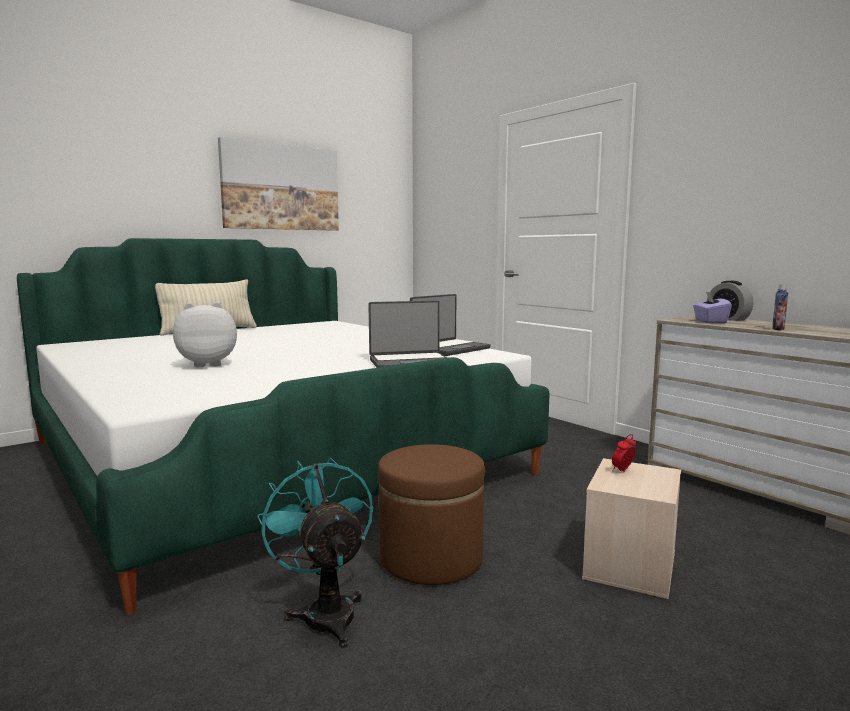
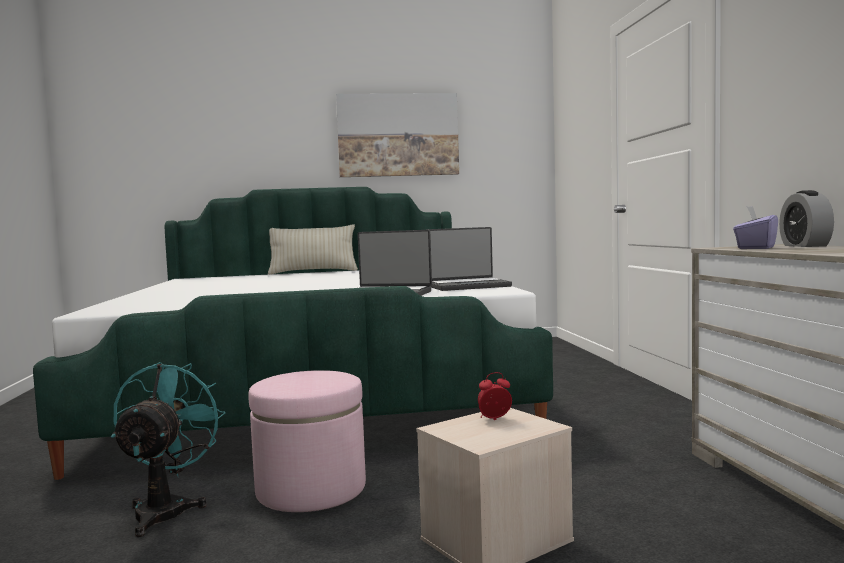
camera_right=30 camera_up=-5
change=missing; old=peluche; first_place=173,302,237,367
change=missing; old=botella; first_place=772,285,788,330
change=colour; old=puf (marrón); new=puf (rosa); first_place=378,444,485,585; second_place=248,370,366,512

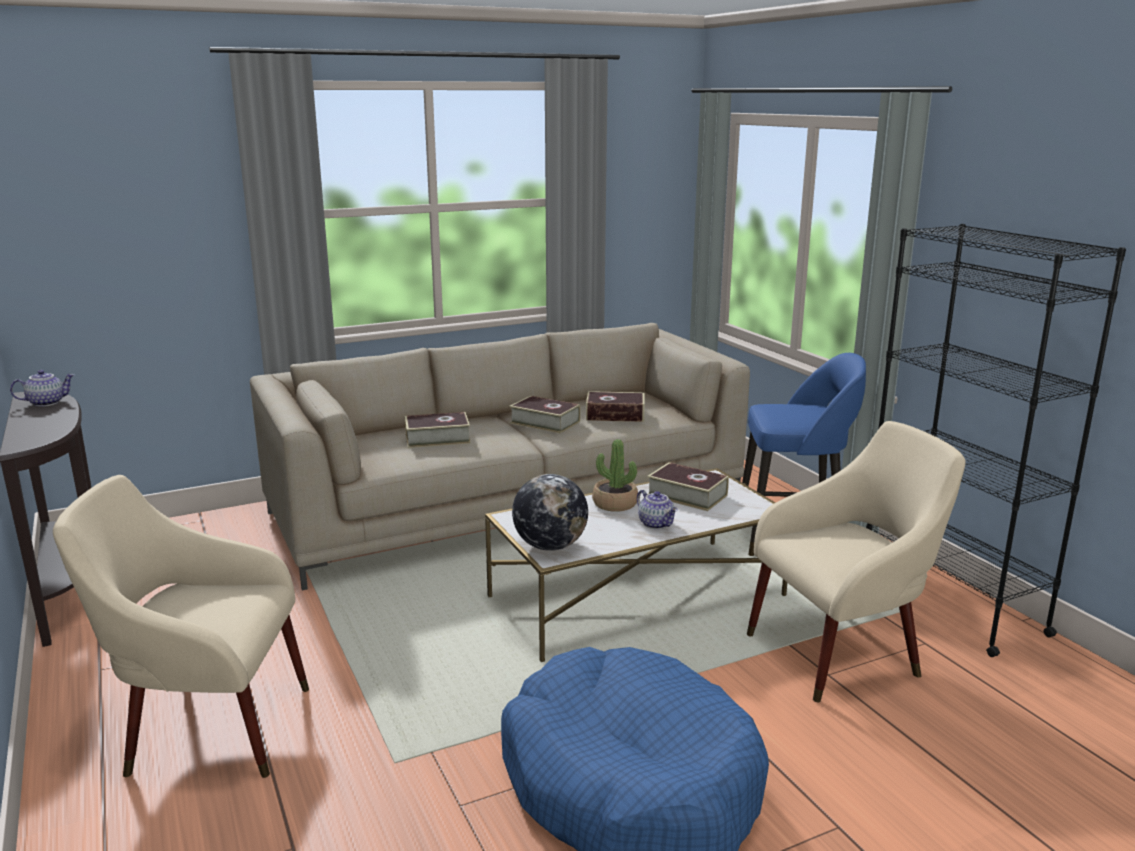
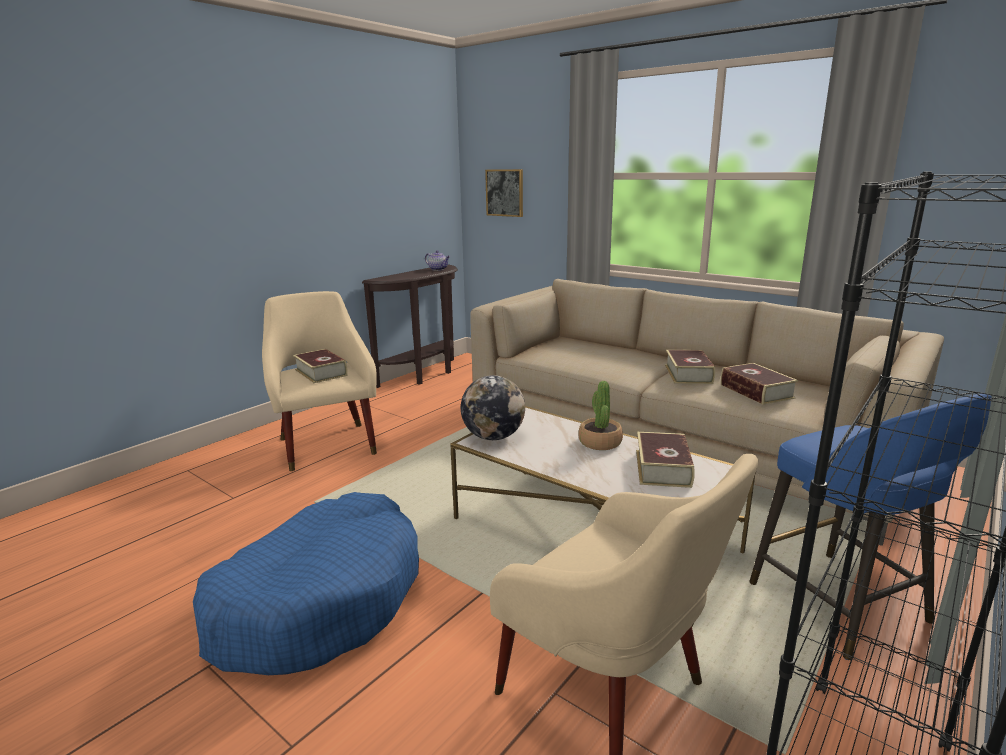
camera_right=65 camera_up=0
change=missing; old=tetera; first_place=637,490,678,529
change=appeared; new=cuadro; second_place=485,169,523,217
change=relocated; old=libro; first_place=405,412,471,448; second_place=293,349,348,383

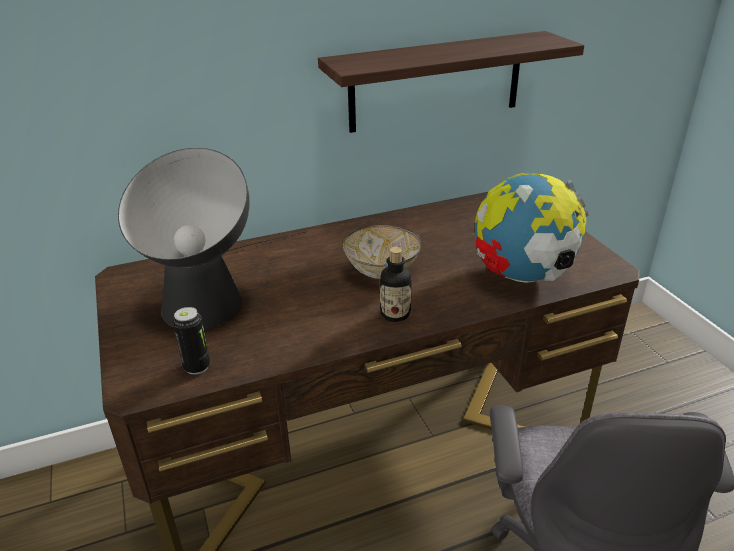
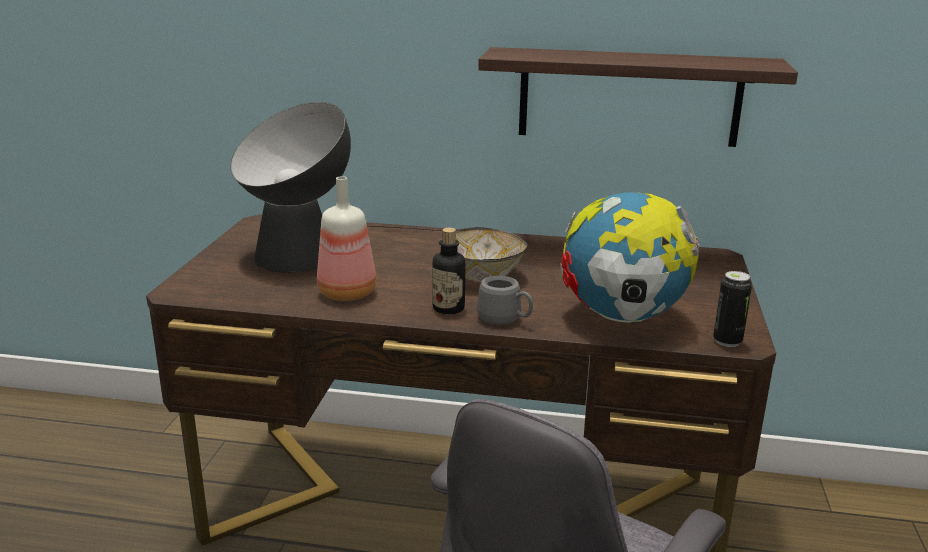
camera_right=30 camera_up=-10
change=appeared; new=botella; second_place=317,176,376,301
change=appeared; new=taza grande (gris); second_place=477,276,533,325
change=relocated; old=lata; first_place=173,307,210,375; second_place=713,271,752,347

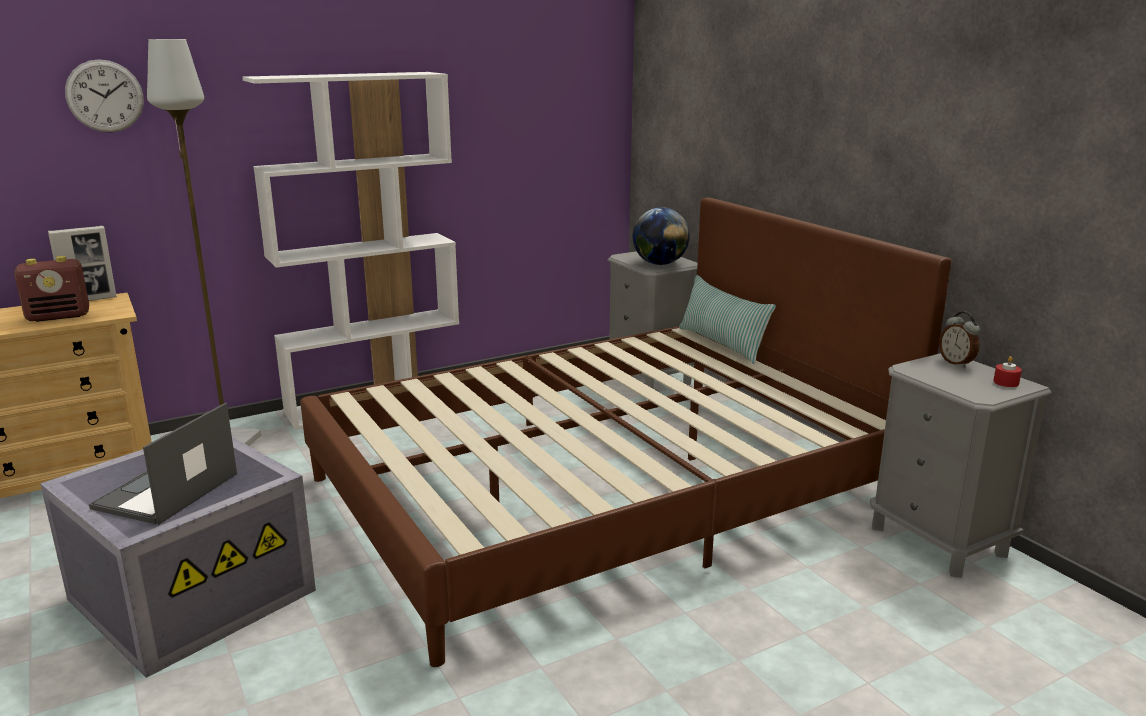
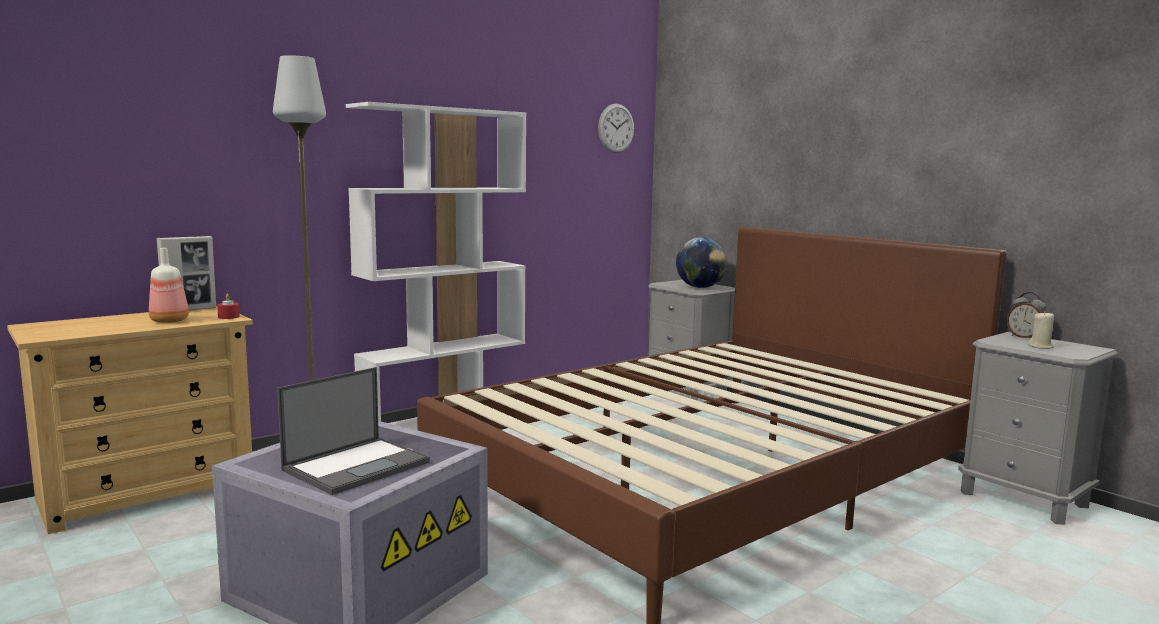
camera_right=-10 camera_up=-10
change=missing; old=cojín; first_place=679,275,776,364
change=appeared; new=vela (beis); second_place=1028,311,1054,349
change=relocated; old=reloj de pared; first_place=65,59,144,133; second_place=598,104,634,153
change=relocated; old=vela (rojo); first_place=993,356,1022,387; second_place=217,293,240,319
change=exchanged; old=radio; new=botella; first_place=14,256,89,322; second_place=149,248,189,323
change=spun; old=portátil; first_place=89,403,237,525; second_place=277,367,430,495; degrees=-150

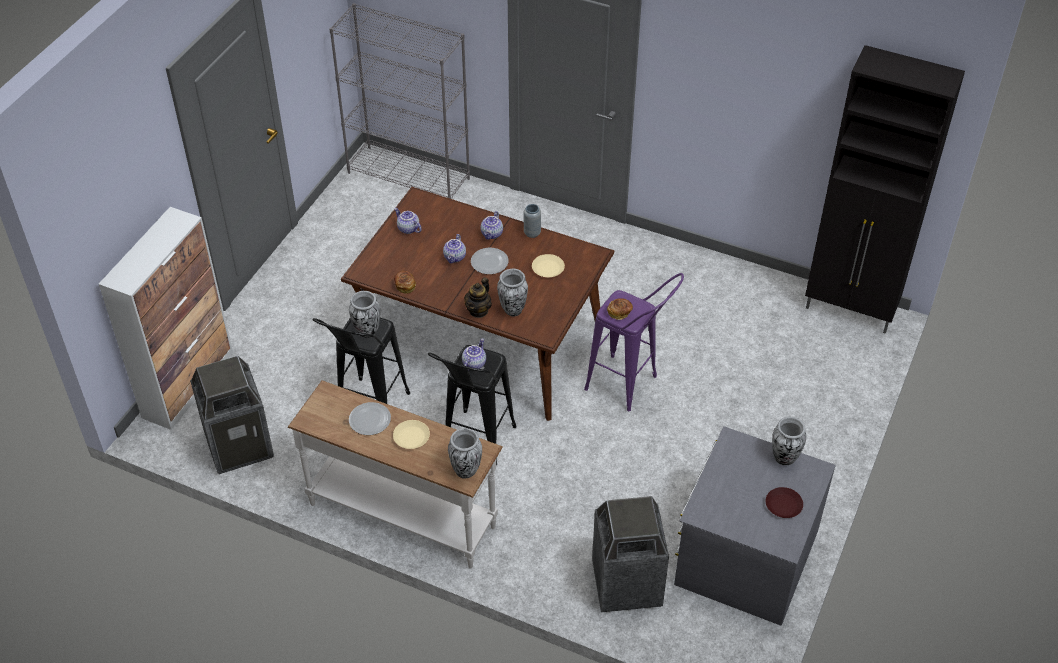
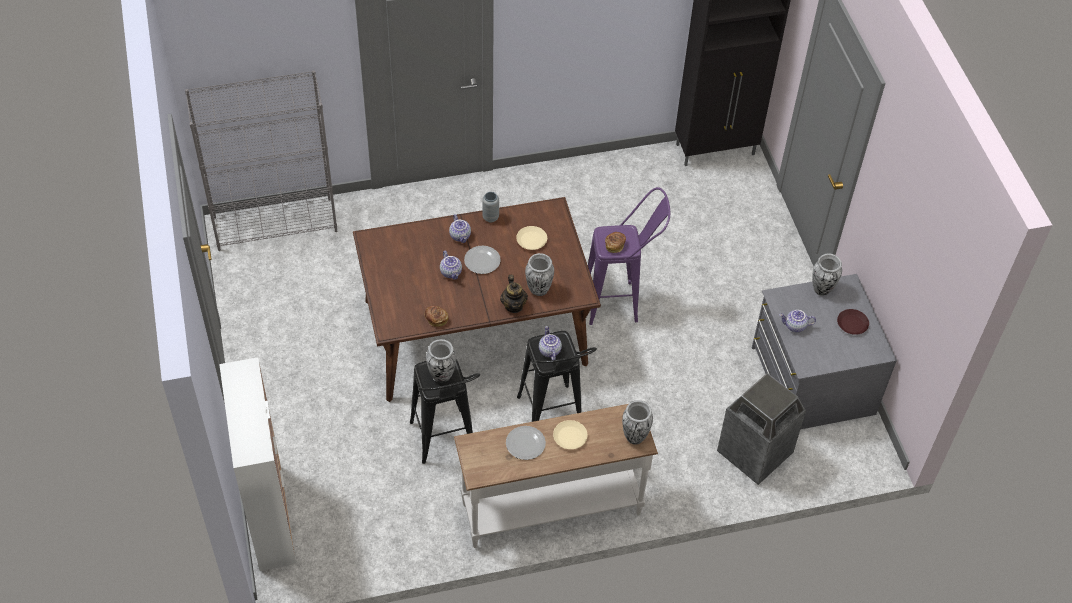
camera_right=-40 camera_up=5
change=missing; old=papelera; first_place=190,356,274,474
change=relocated; old=tetera; first_place=394,208,422,234; second_place=779,310,816,332

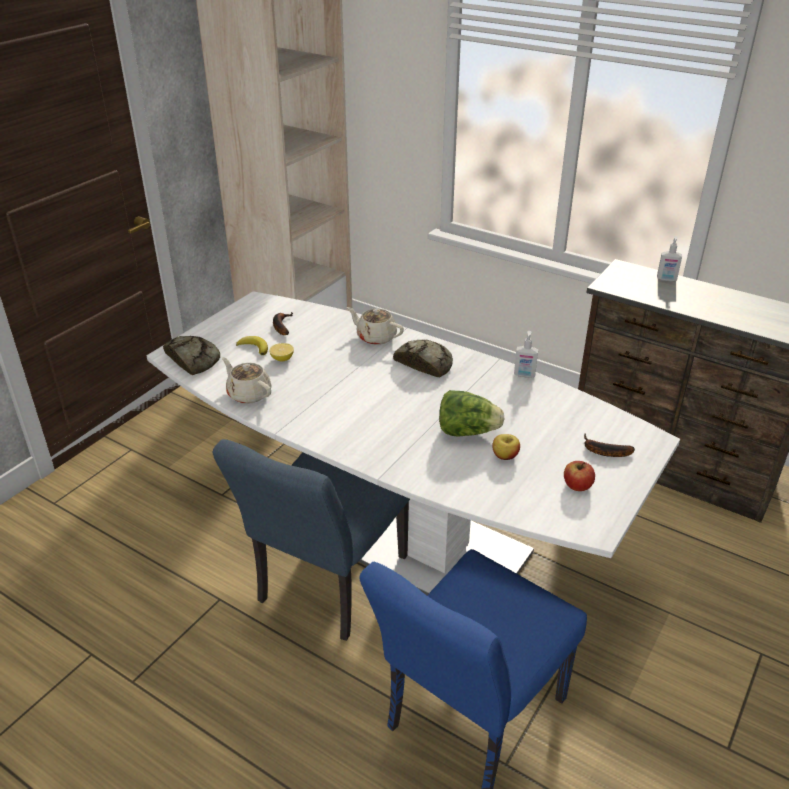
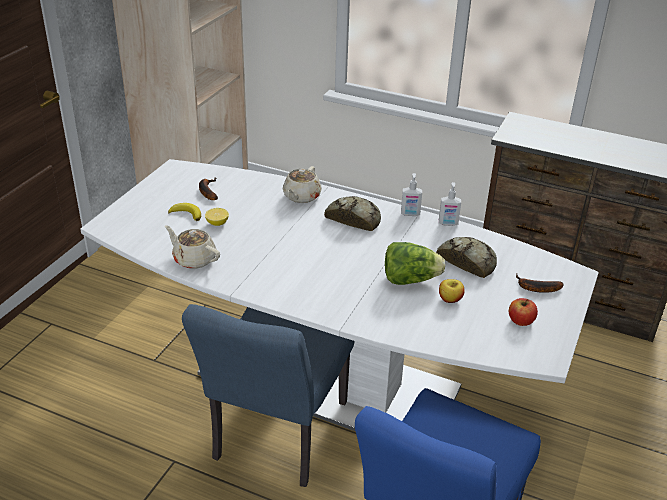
camera_right=-10 camera_up=0
change=relocated; old=pan; first_place=163,336,220,375; second_place=436,237,497,278
change=relocated; old=dispensador de jabón; first_place=657,236,682,282; second_place=401,173,422,216
change=spun; old=tetera (beis); first_place=347,307,404,345; second_place=283,166,322,203; degrees=-90

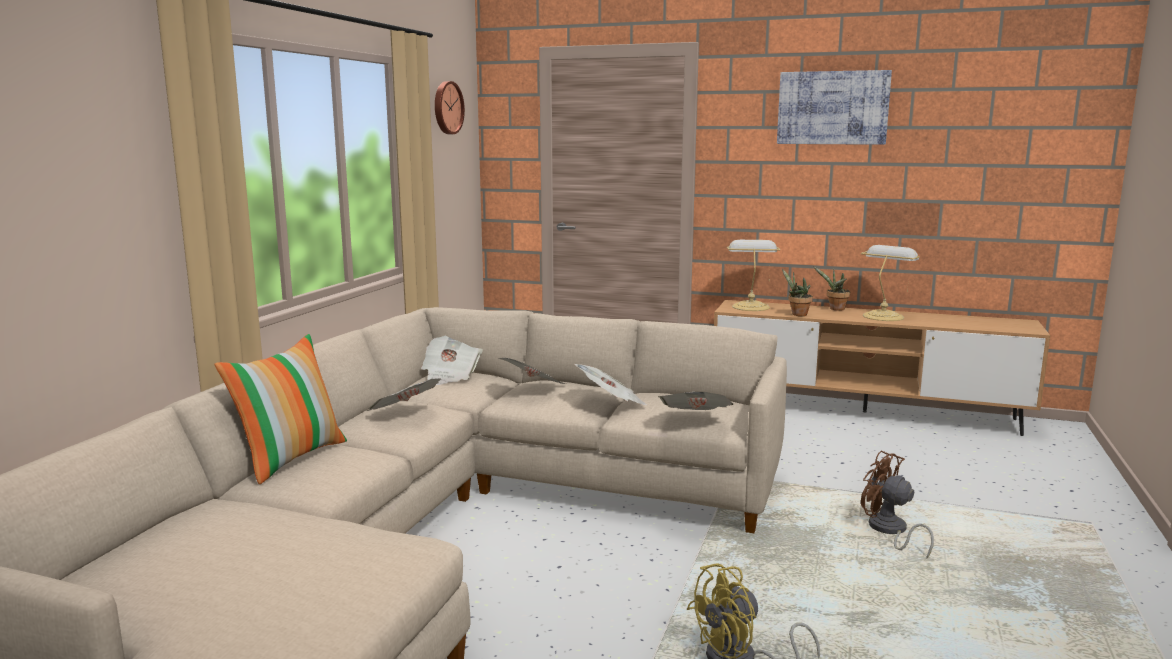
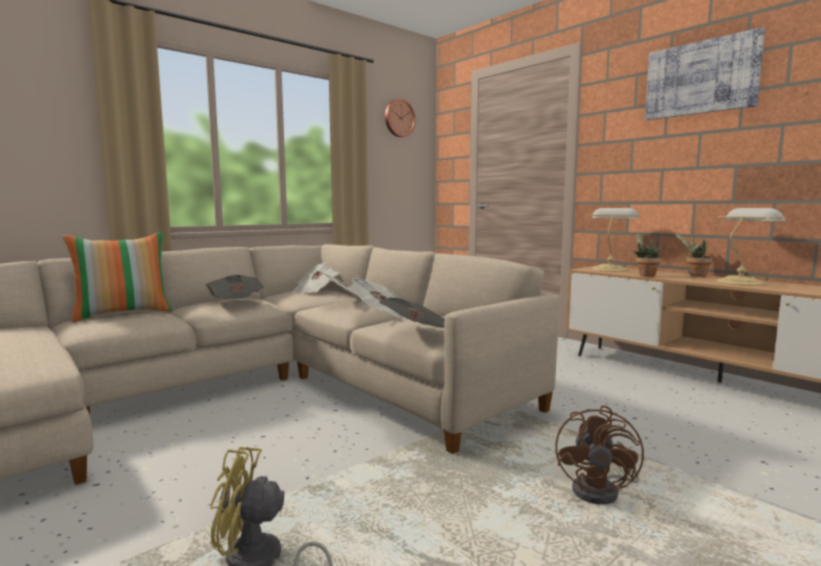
camera_right=30 camera_up=-5
change=spun; old=ventilador (marrón); first_place=861,450,934,558; second_place=555,406,644,504; degrees=-150

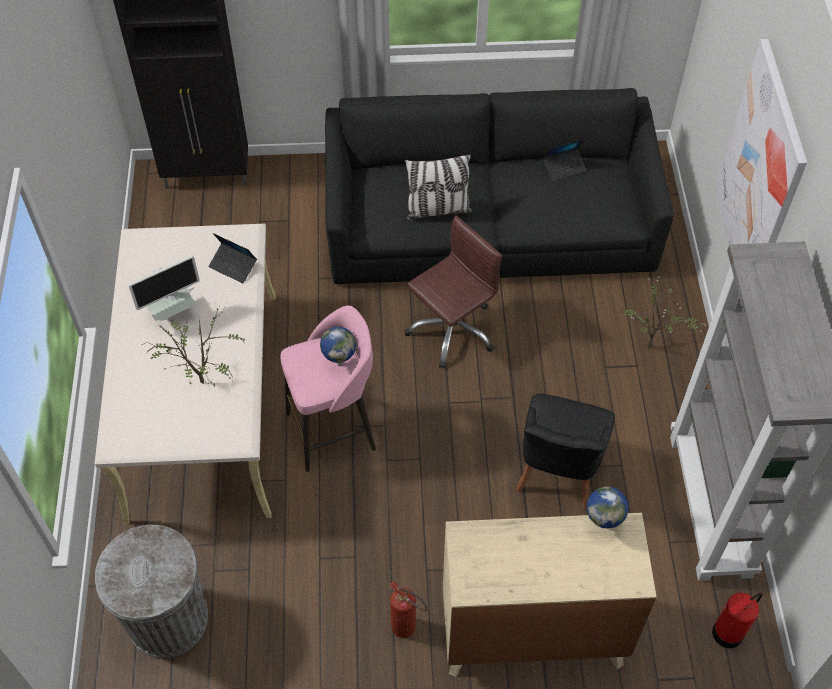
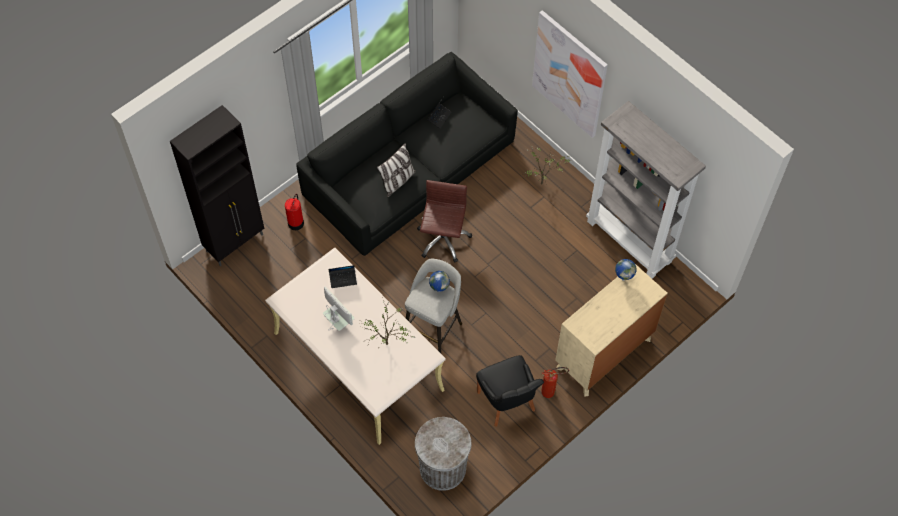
camera_right=-40 camera_up=5
change=relocated; old=silla (negro); first_place=516,394,615,510; second_place=476,355,544,427
change=relocated; old=extintor; first_place=712,592,762,648; second_place=285,194,304,230
change=colour; old=taburete (rosa); new=taburete (gris); first_place=281,305,376,472; second_place=405,259,462,353
change=spun; old=monitor; first_place=128,255,200,322; second_place=323,286,355,331; degrees=-60

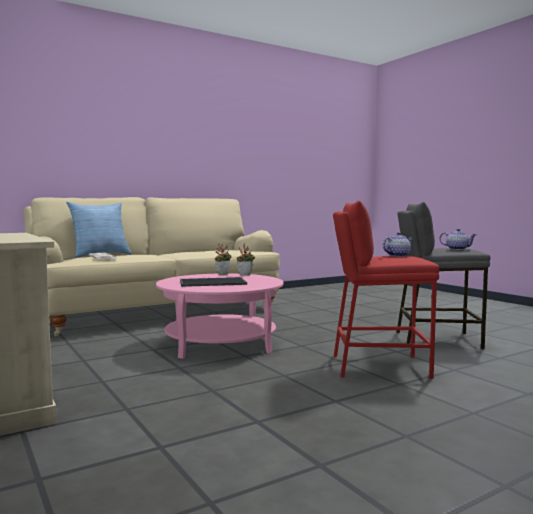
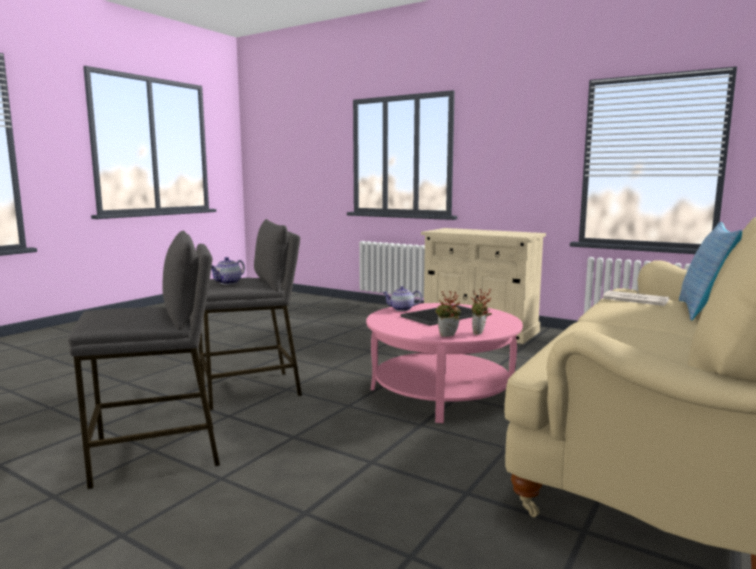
camera_right=155 camera_up=5
change=relocated; old=tetera; first_place=439,229,477,250; second_place=382,286,422,311
change=colour; old=taburete (rojo); new=taburete (gris); first_place=333,200,439,379; second_place=199,219,302,411

